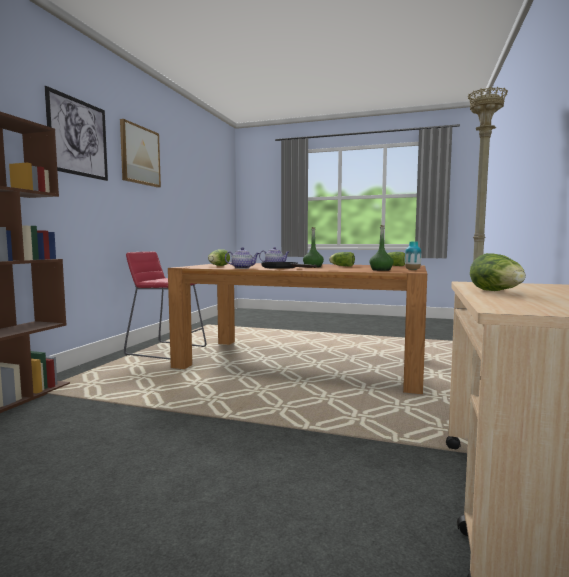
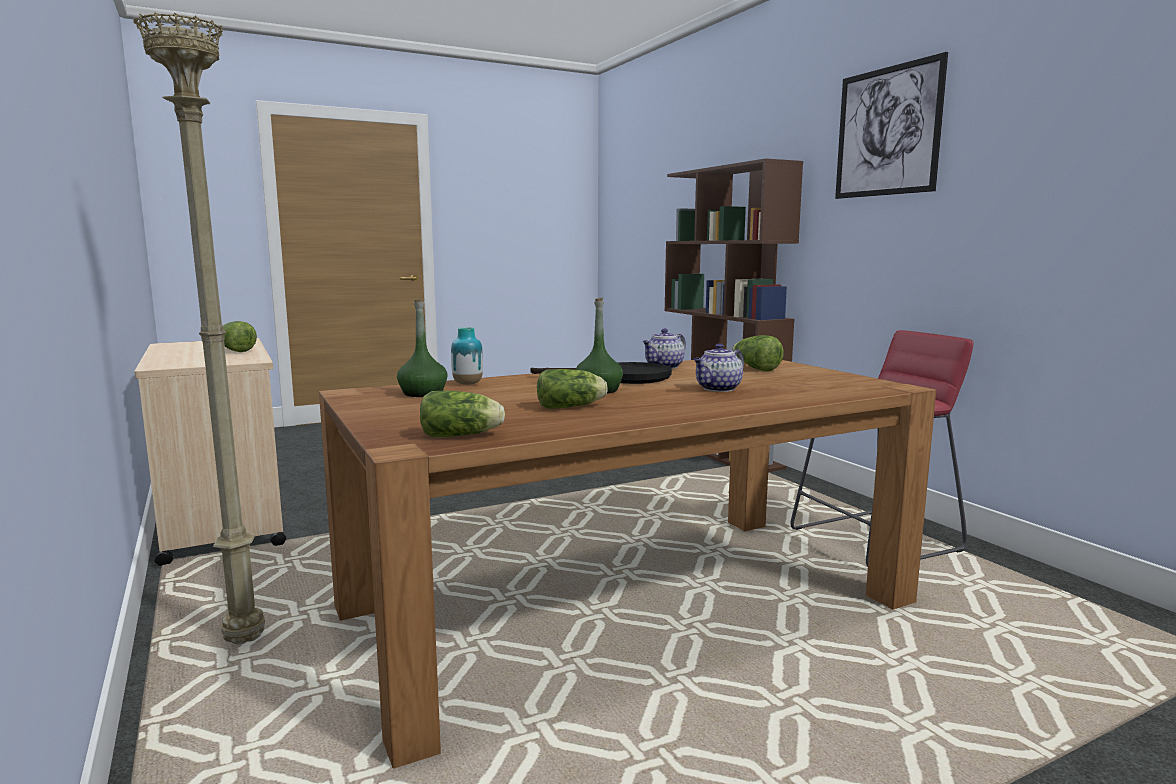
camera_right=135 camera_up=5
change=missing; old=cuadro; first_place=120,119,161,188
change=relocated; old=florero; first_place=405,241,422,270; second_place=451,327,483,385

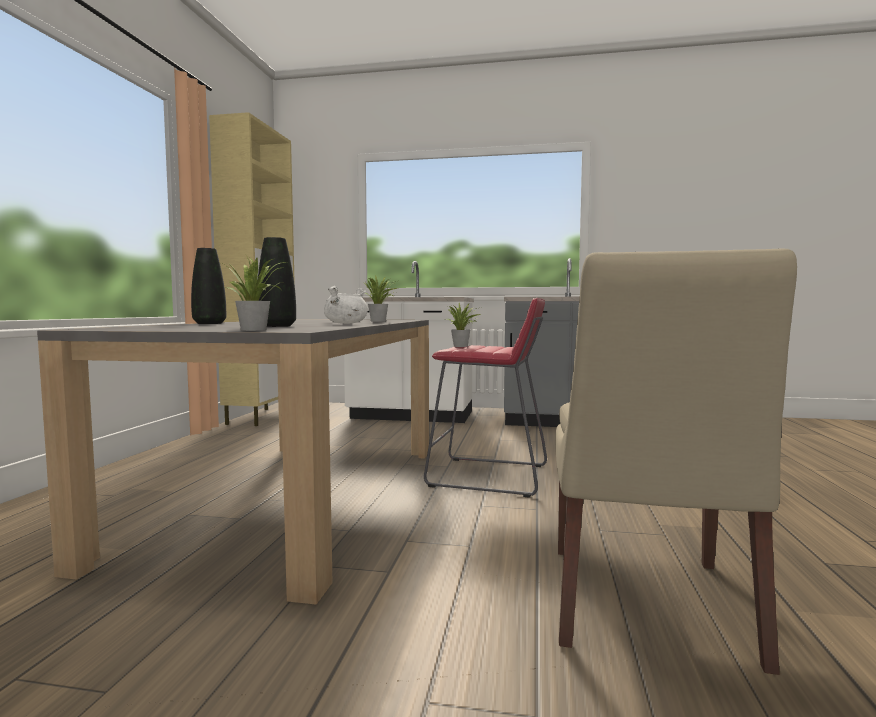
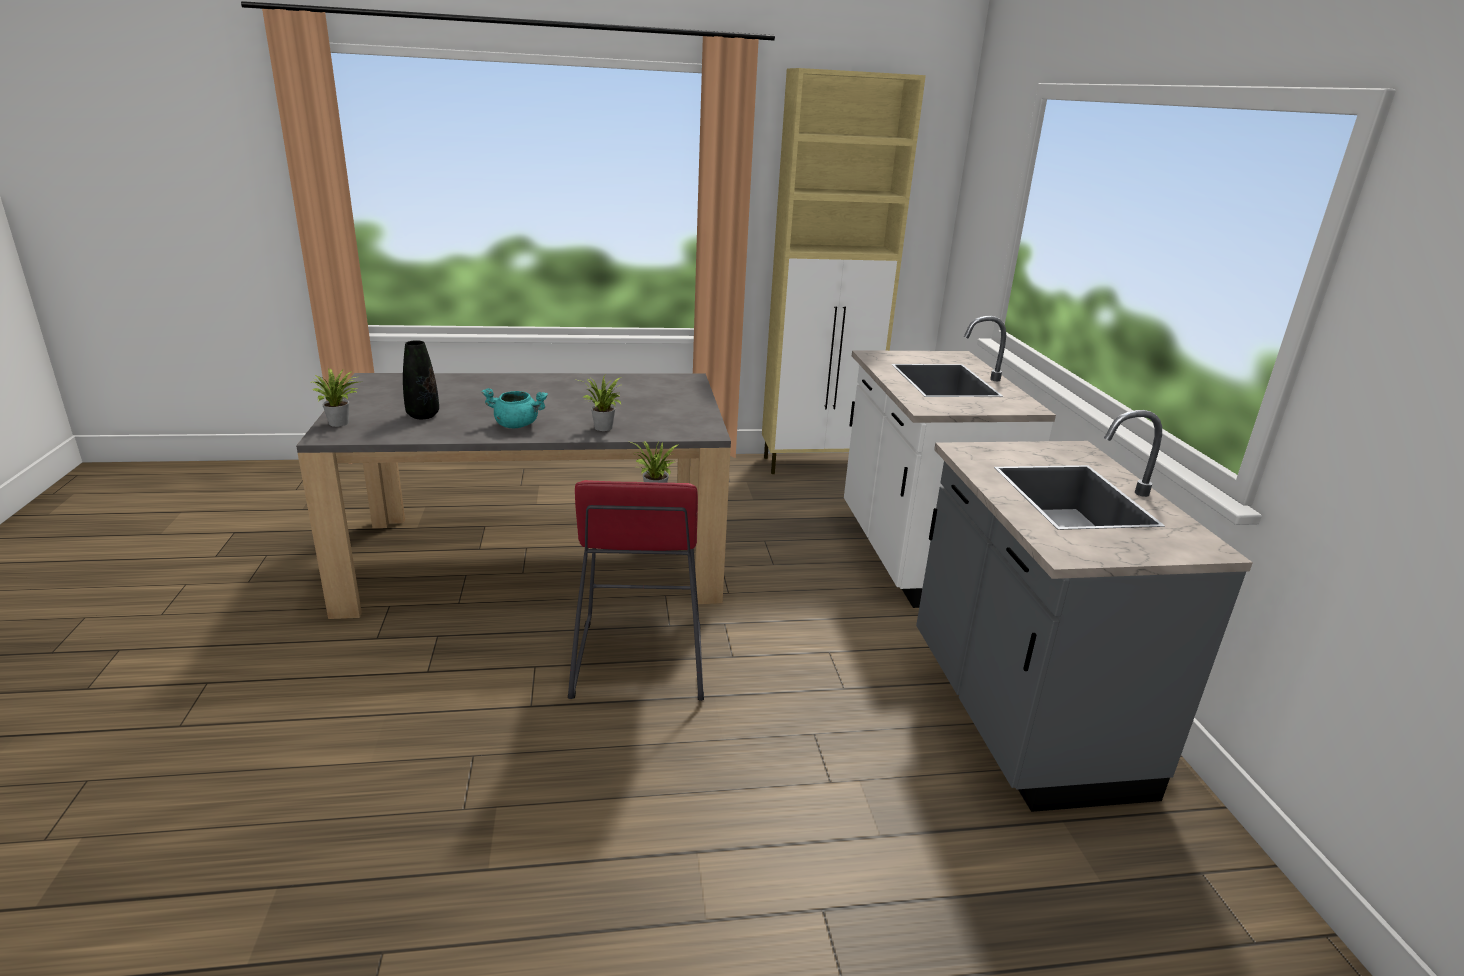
camera_right=70 camera_up=20
change=missing; old=florero (negro); first_place=191,248,226,324
change=missing; old=silla (beis); first_place=555,249,797,675
change=colour; old=olla (blanco); new=olla (turquesa); first_place=324,286,368,324; second_place=482,388,548,428

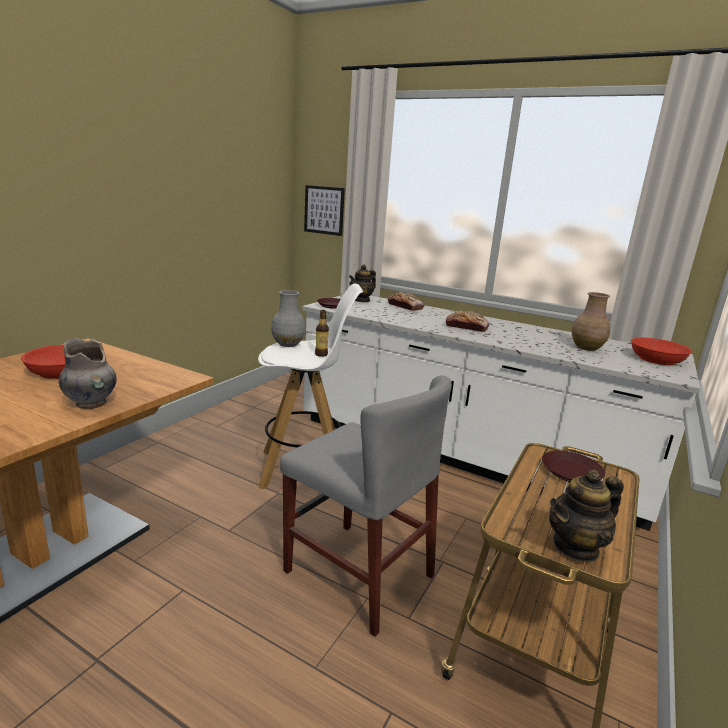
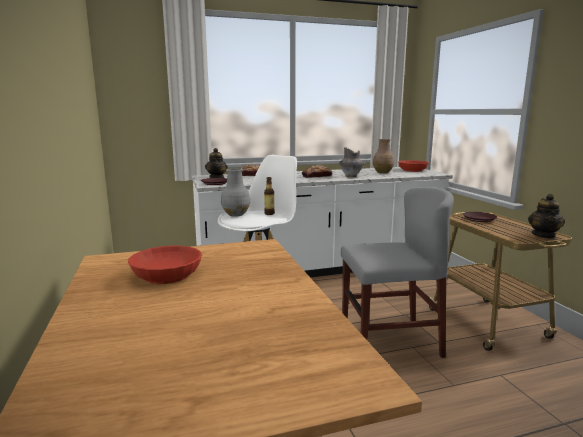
camera_right=-45 camera_up=-5
change=missing; old=cuadro; first_place=304,185,345,236
change=relocated; old=florero (gris); first_place=59,338,117,409; second_place=339,147,365,177

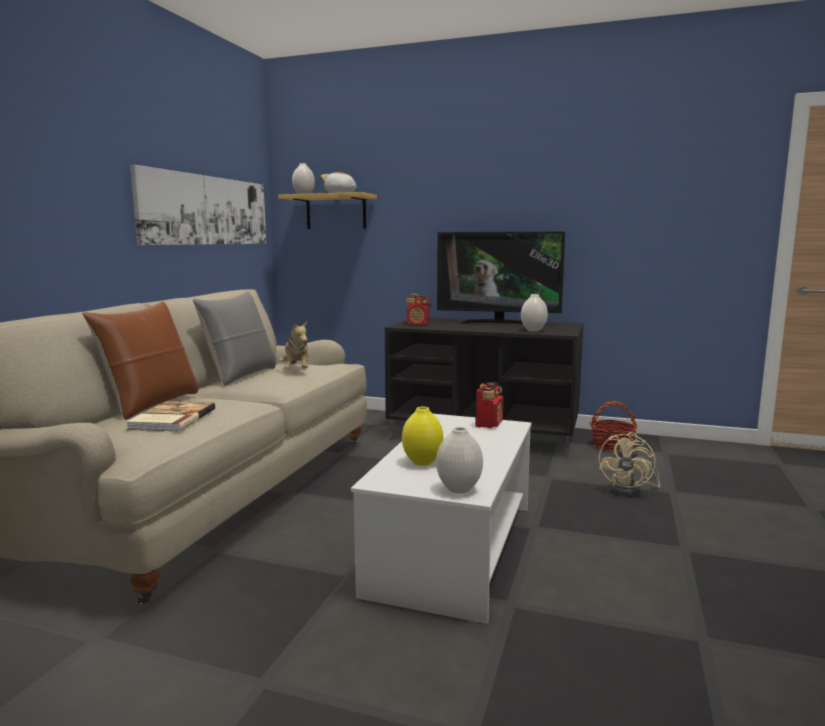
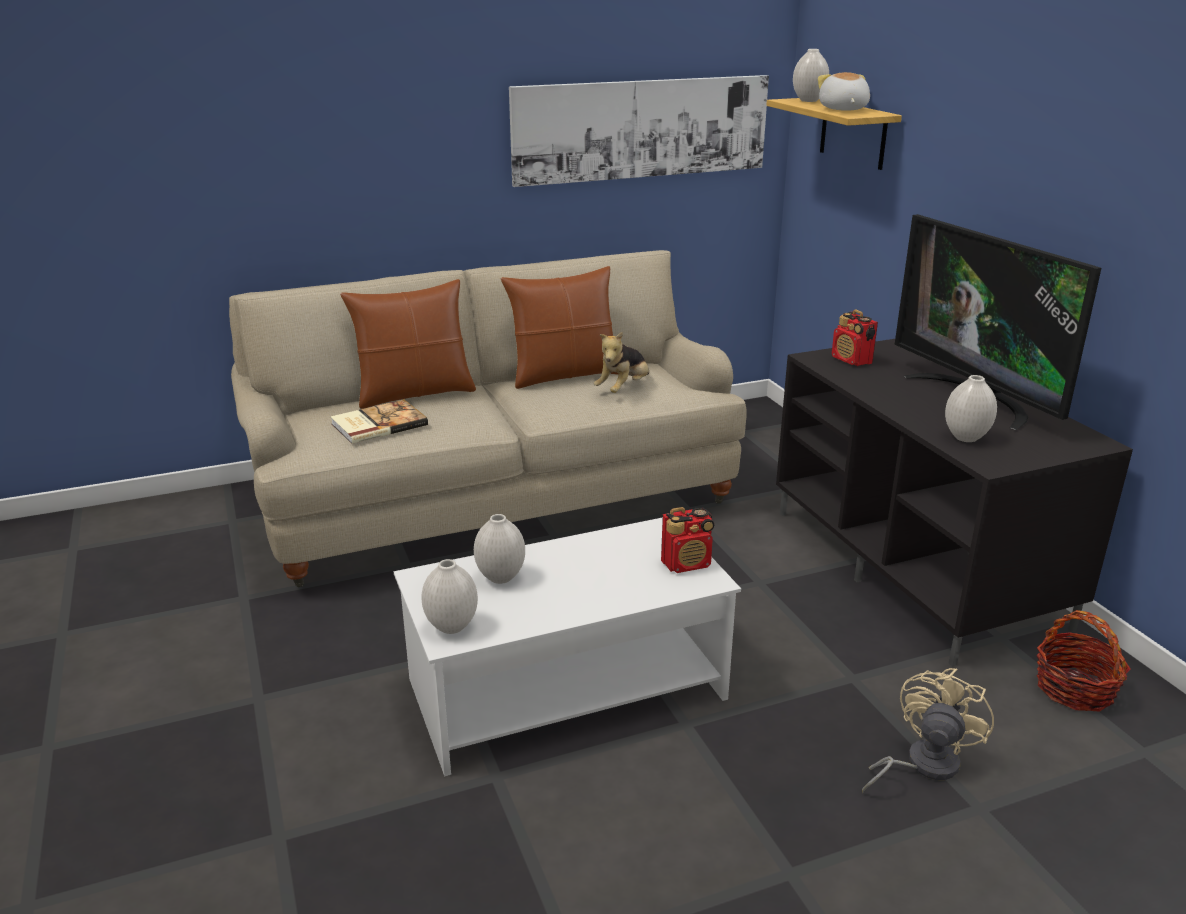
camera_right=50 camera_up=15
change=colour; old=cojín (gris); new=cojín (marrón); first_place=192,291,276,386; second_place=501,266,618,389
change=colour; old=florero (amarillo); new=florero (blanco); first_place=402,407,443,466; second_place=474,514,525,584
change=spun; old=ventilador (beis); first_place=599,432,661,496; second_place=862,668,994,793; degrees=135

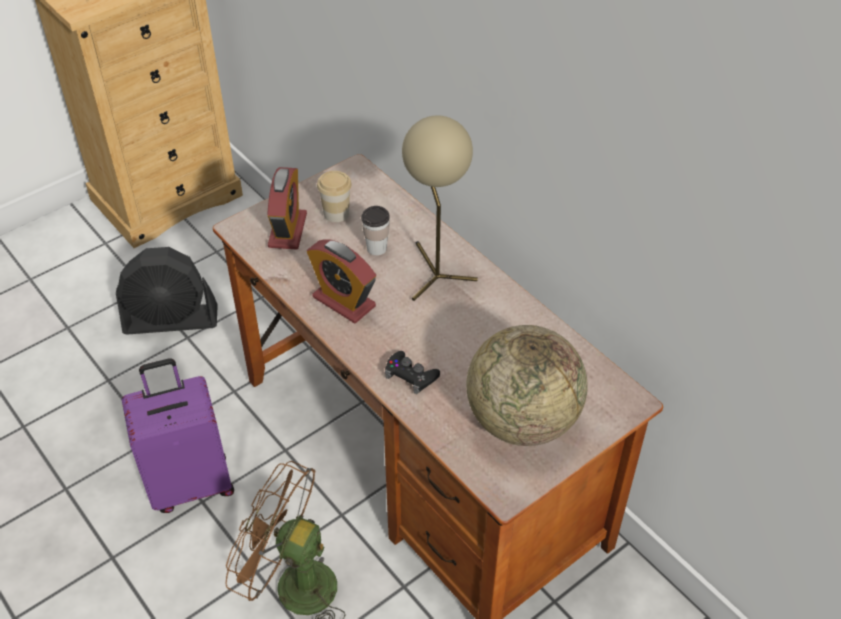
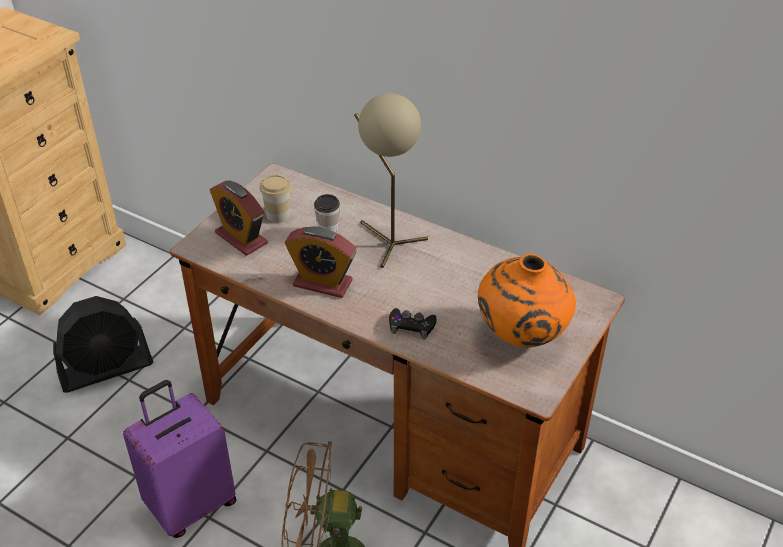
camera_right=-20 camera_up=-5
change=exchanged; old=globo terráqueo; new=florero (naranja); first_place=466,325,588,446; second_place=478,254,576,347
change=spun; old=despertador; first_place=267,167,307,250; second_place=210,180,268,256; degrees=150

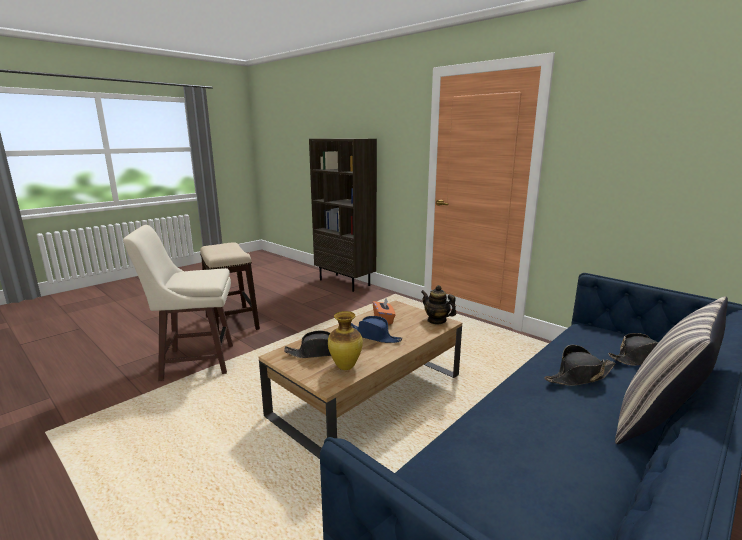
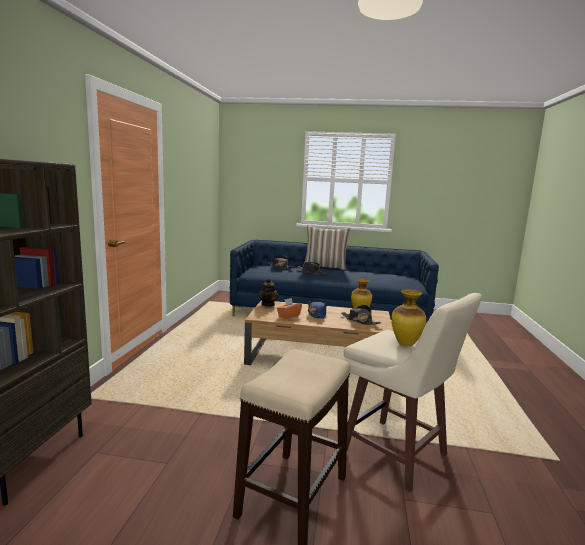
camera_right=-125 camera_up=-5
change=appeared; new=florero; second_place=391,289,426,346

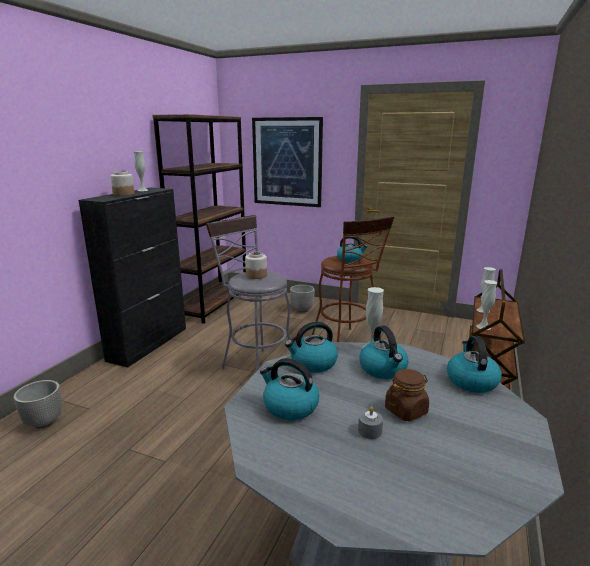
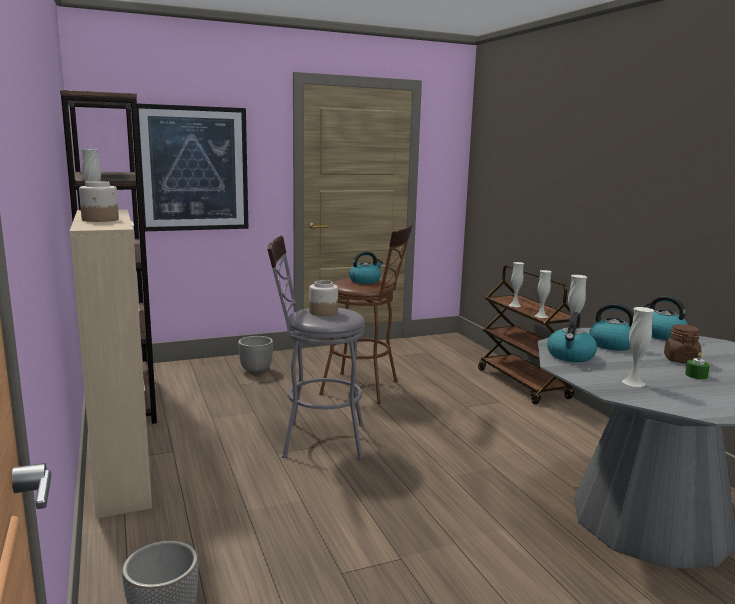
camera_right=-45 camera_up=-5
change=exchanged; old=hervidor; new=florero (blanco); first_place=260,358,319,420; second_place=622,307,654,387
change=colour; old=armario (negro); new=armario (beis); first_place=78,188,186,367; second_place=70,210,152,519
change=colour; old=vela (gris); new=vela (verde); first_place=358,406,383,439; second_place=685,353,710,379

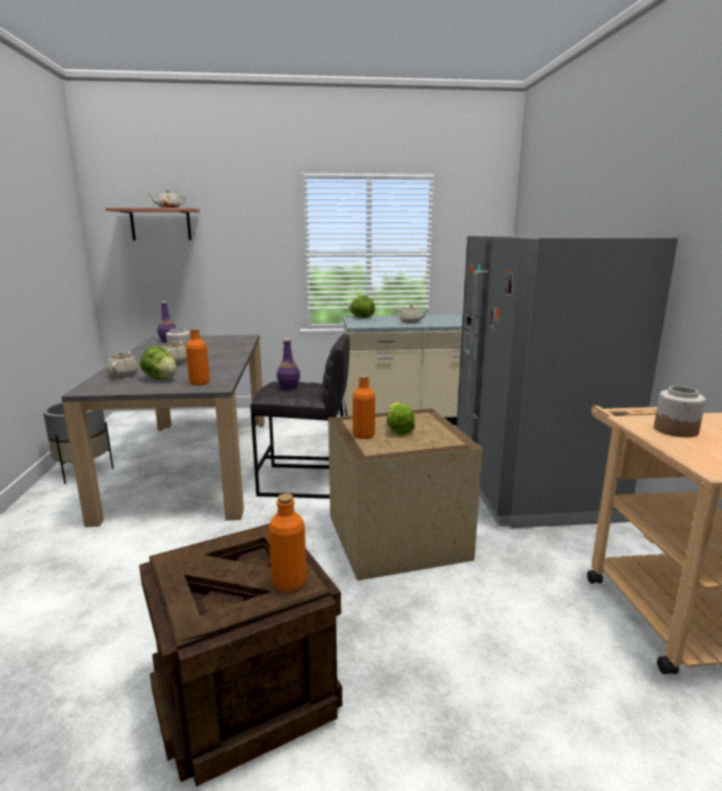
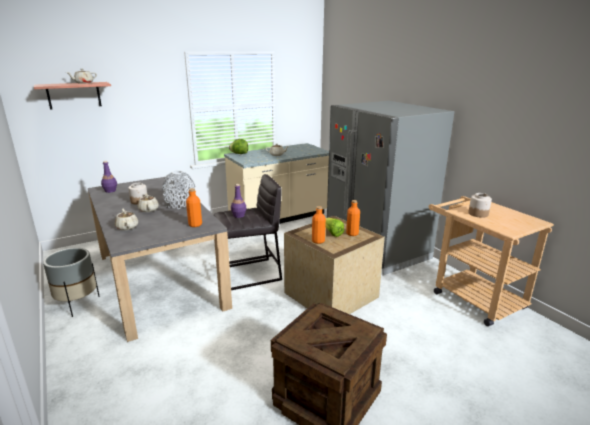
camera_right=-25 camera_up=5
change=missing; old=lechuga; first_place=140,346,177,380
change=appeared; new=florero (gris); second_place=162,171,195,209
change=relocated; old=botella (naranja); first_place=269,493,306,592; second_place=346,200,360,236

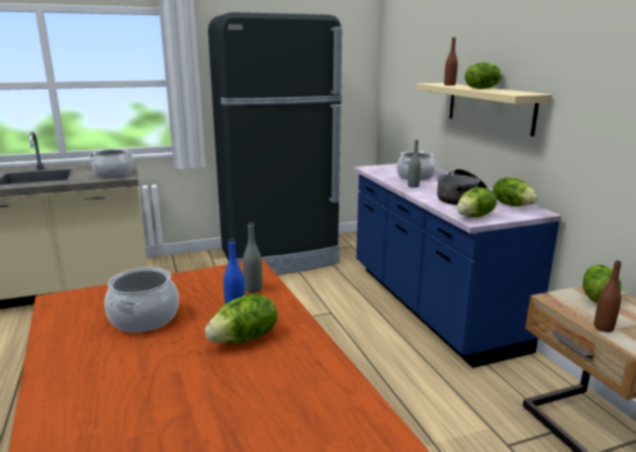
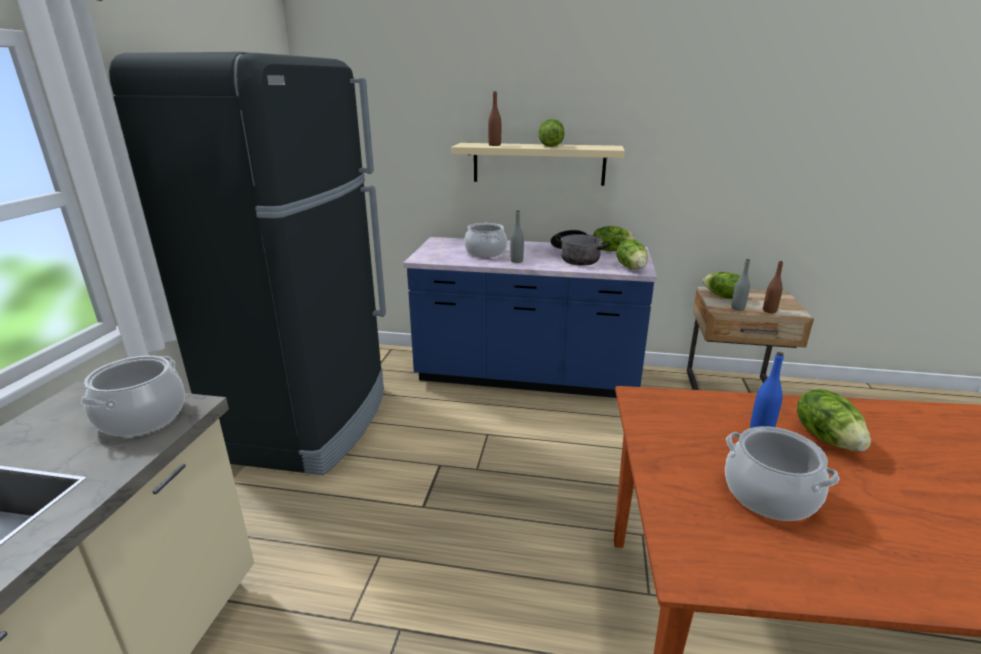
camera_right=-60 camera_up=5
change=relocated; old=botella (gris); first_place=243,222,262,293; second_place=731,259,750,311

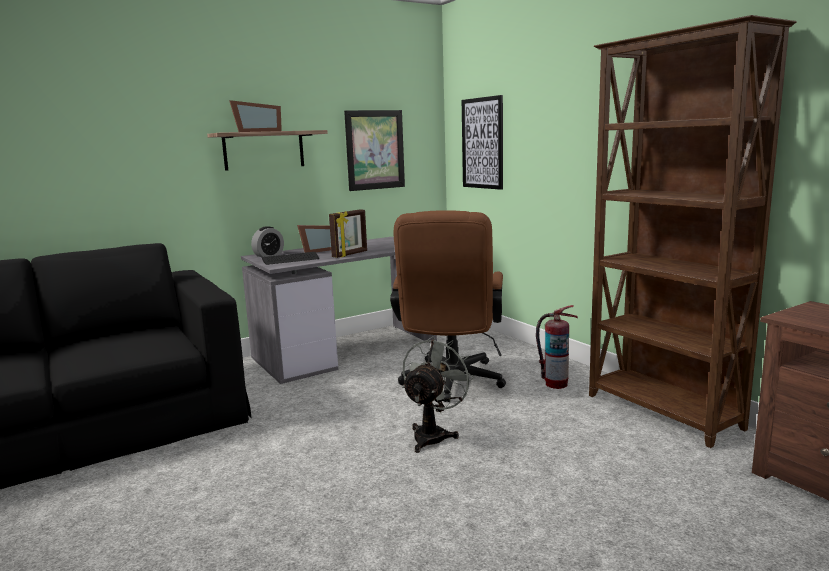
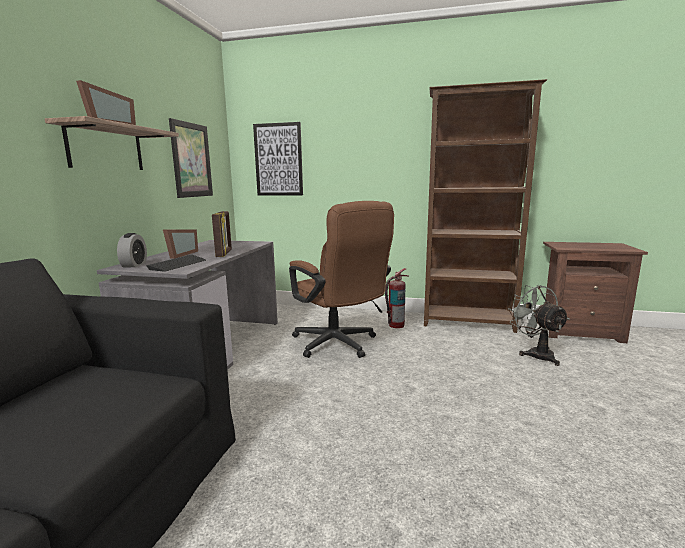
camera_right=-45 camera_up=0
change=relocated; old=ventilador (gris); first_place=402,336,474,453; second_place=508,285,569,366

